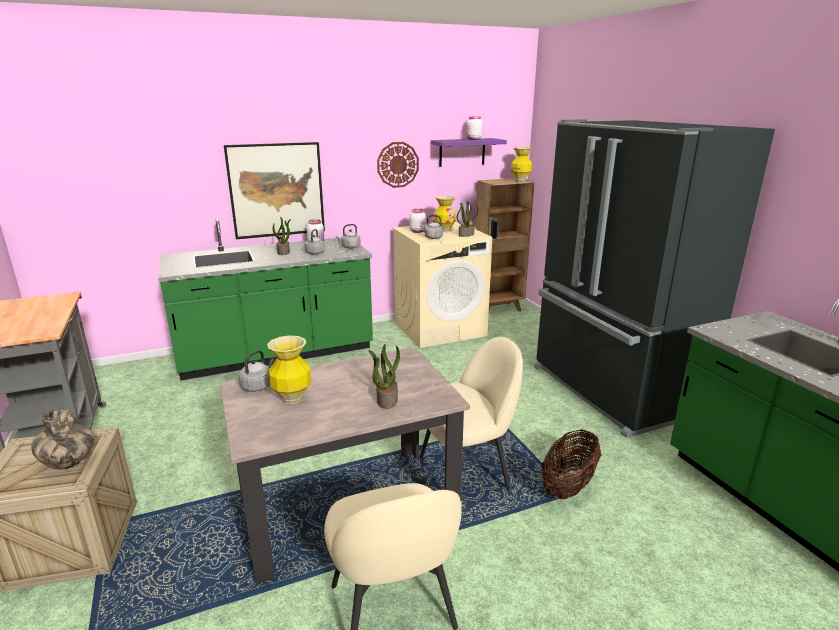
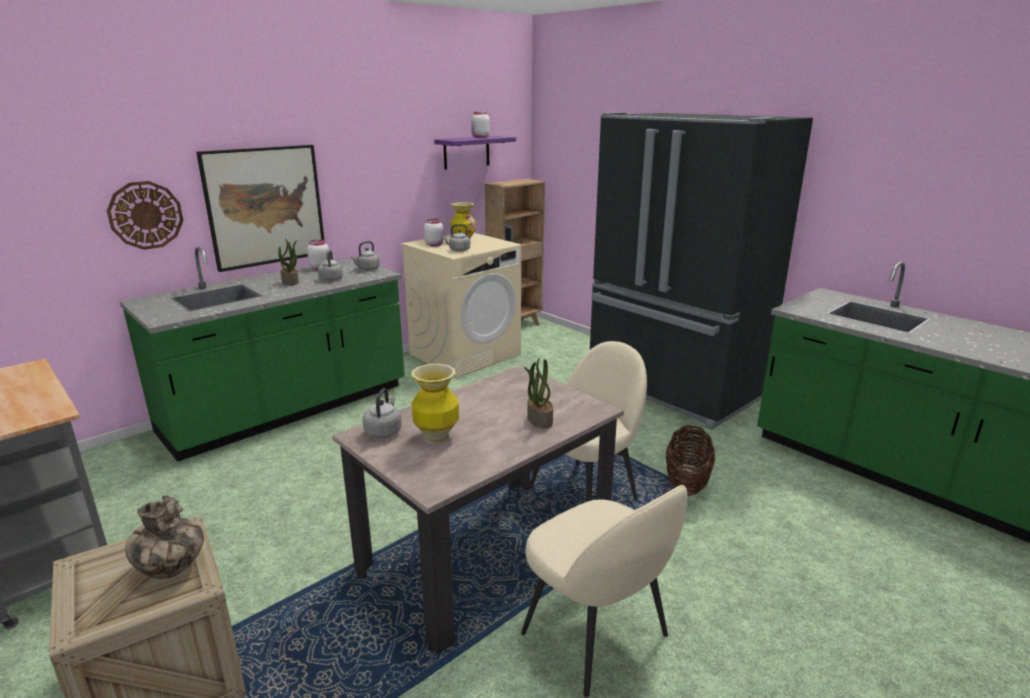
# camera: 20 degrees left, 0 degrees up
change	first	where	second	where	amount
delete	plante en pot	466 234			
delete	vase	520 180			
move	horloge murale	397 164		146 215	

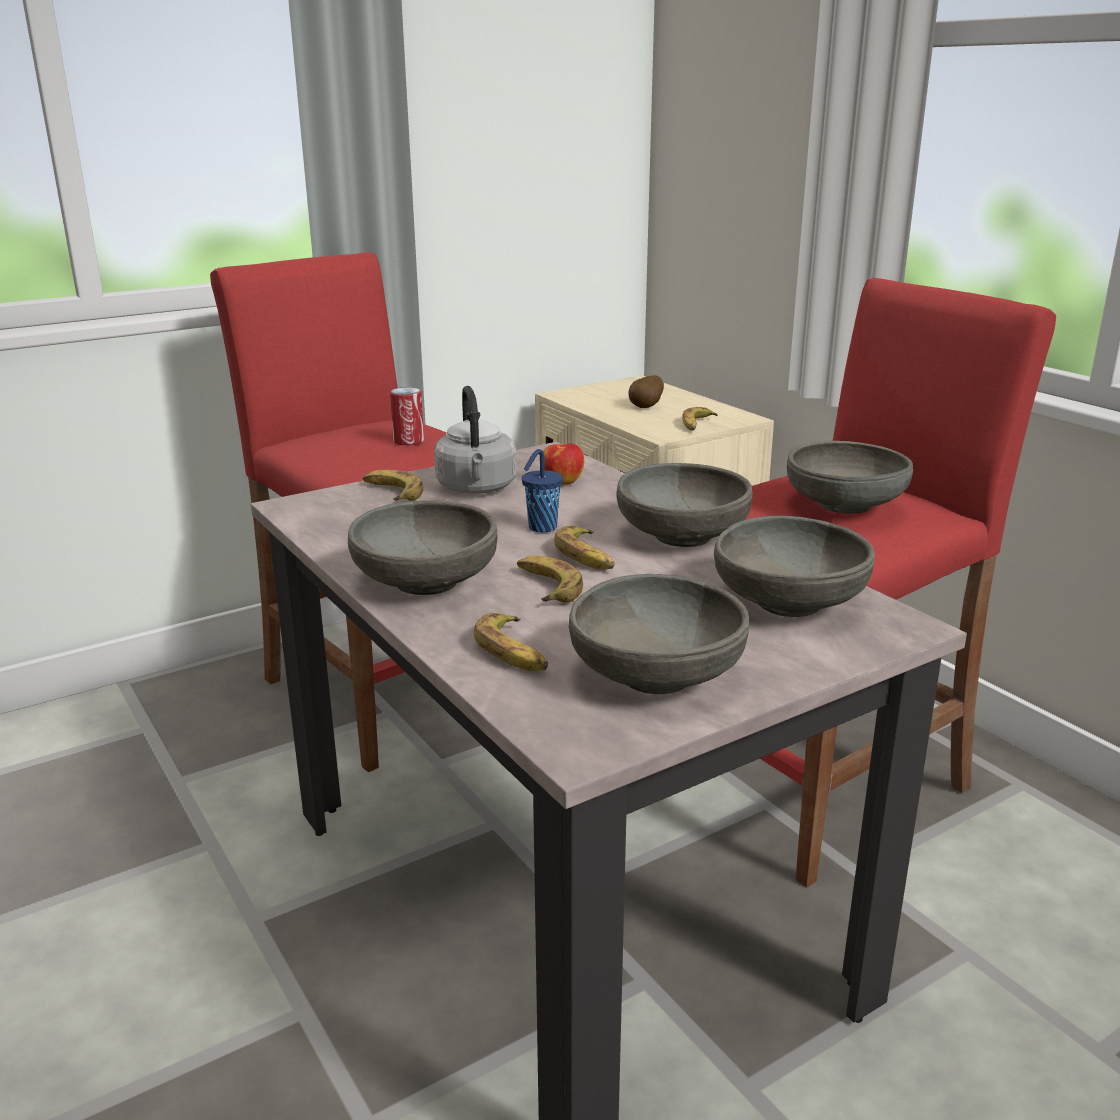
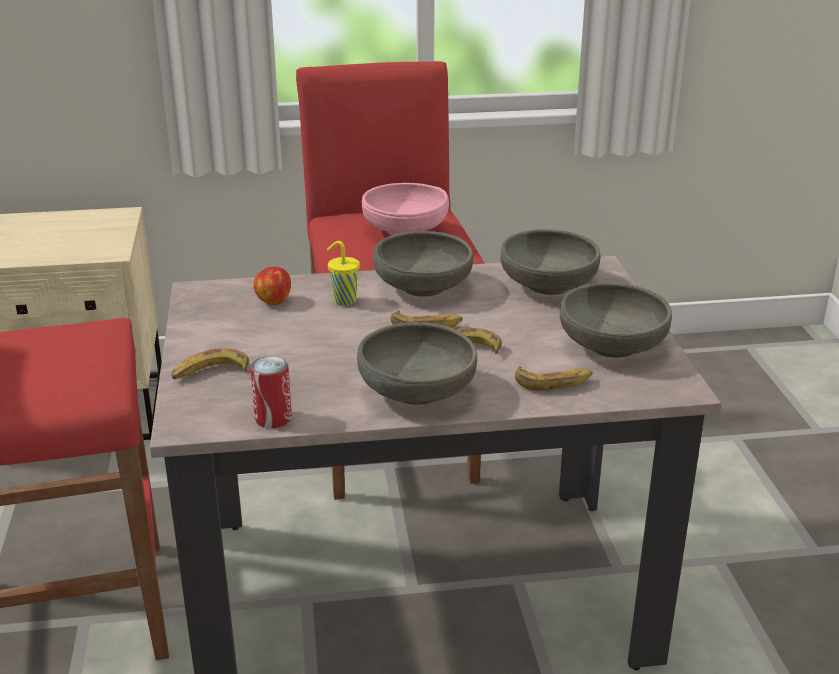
# camera: 65 degrees left, 5 degrees up
change	first	where	second	where	amount
delete	bouilloire [gris]	477 489			
delete	tasse [bleu]	541 528			
delete	pomme de terre	647 407			
delete	banane	697 424			
insert			tasse [jaune]	343 301	
move	boîte métallique	408 441		273 418	
recolor	bol [gris]	844 505	bol [rose]	405 230	

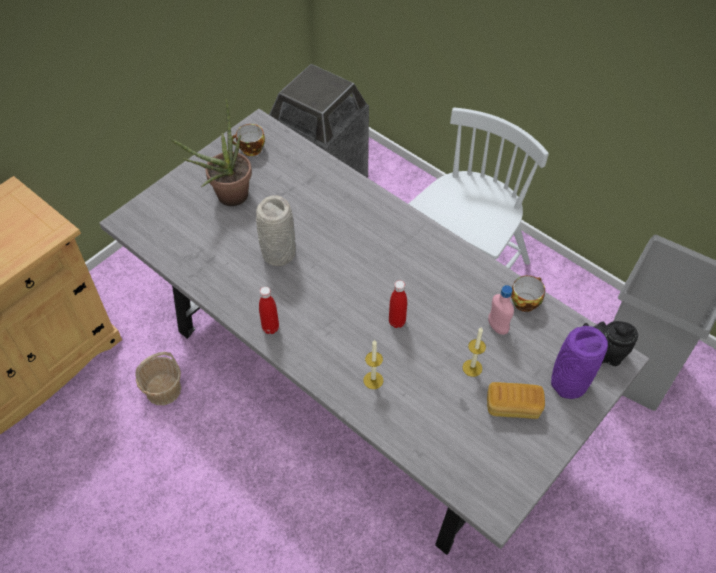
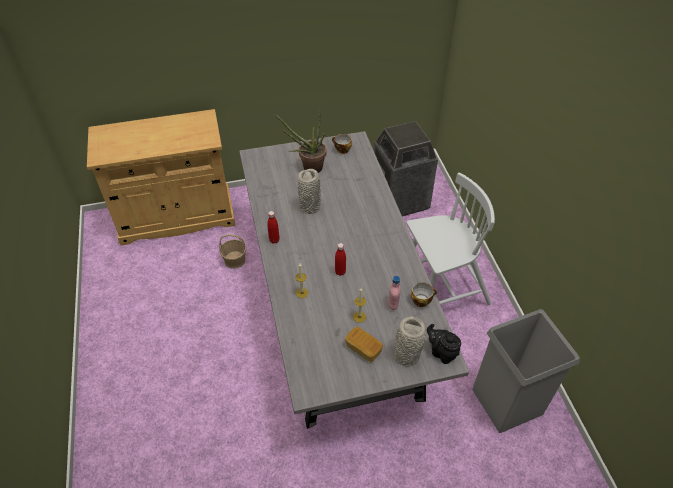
# camera: 35 degrees right, 5 degrees down
change	first	where	second	where	amount
recolor	vase [violet]	567 383	vase [gris]	406 355	

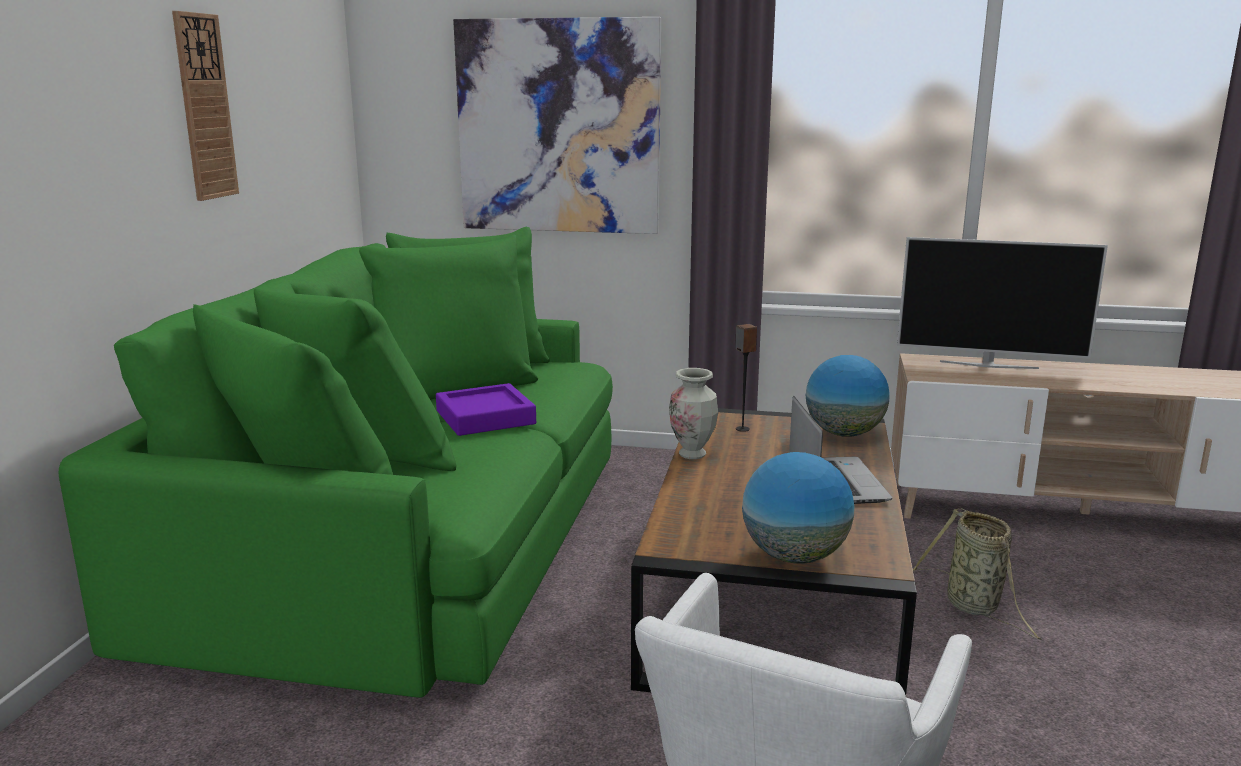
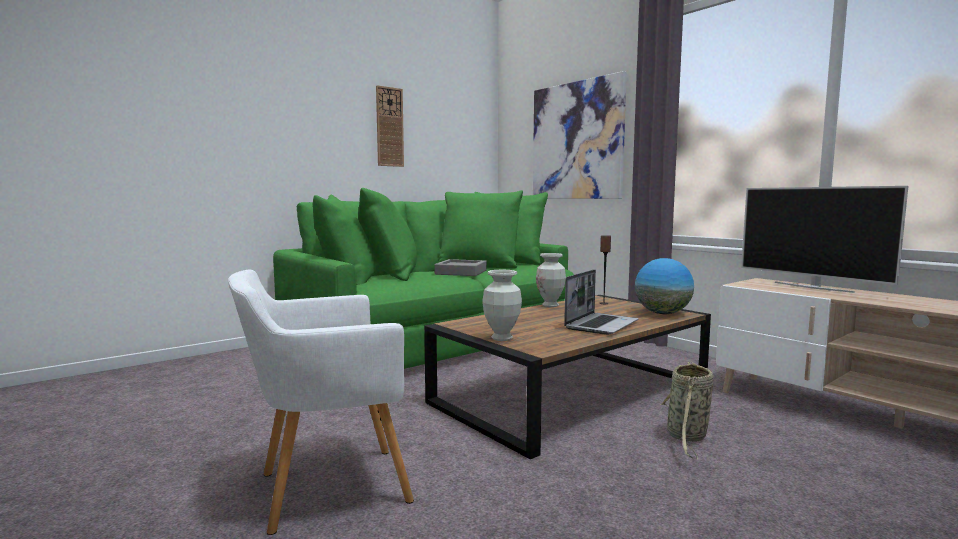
# camera: 40 degrees right, 10 degrees down
change	first	where	second	where	amount
replace	globe	794 557	vase	501 338	
recolor	plateau [violet]	485 417	plateau [gris]	461 272	

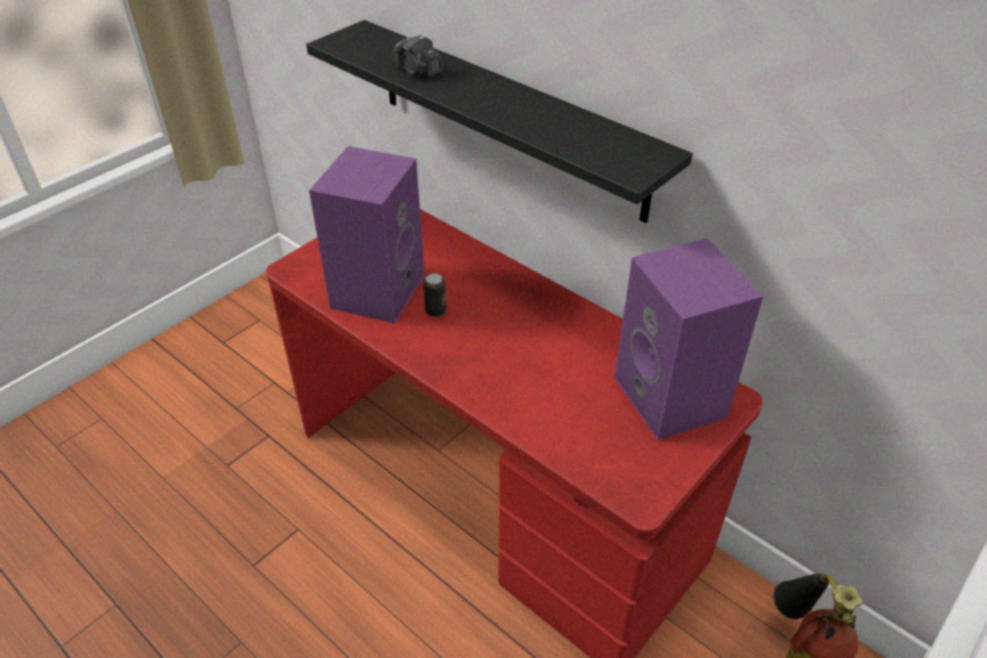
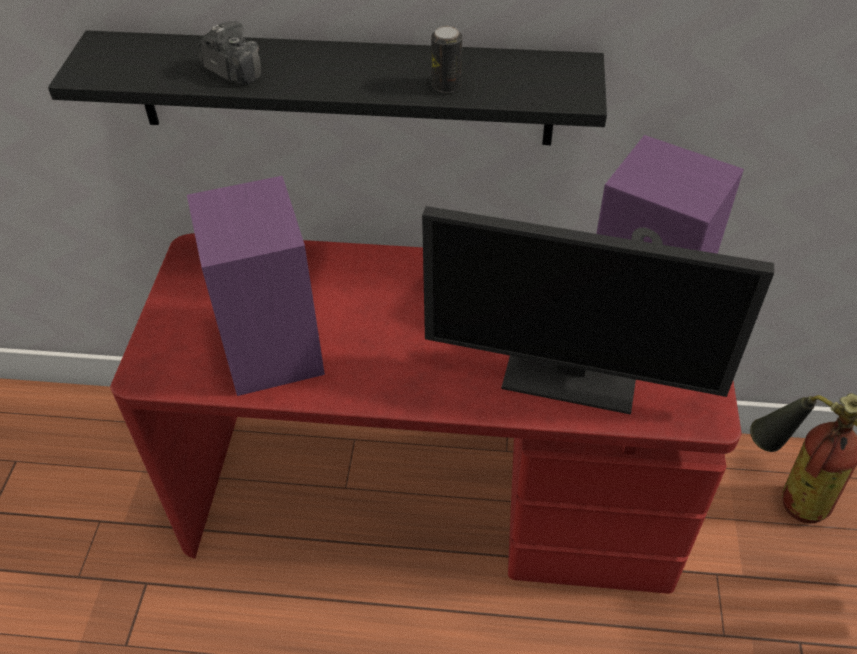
# camera: 35 degrees left, 5 degrees up
change	first	where	second	where	amount
insert			écran d'ordinateur	572 371	
move	boîte métallique	436 311		446 85	
rotate	appareil photo	418 71		232 71	150 degrees counterclockwise

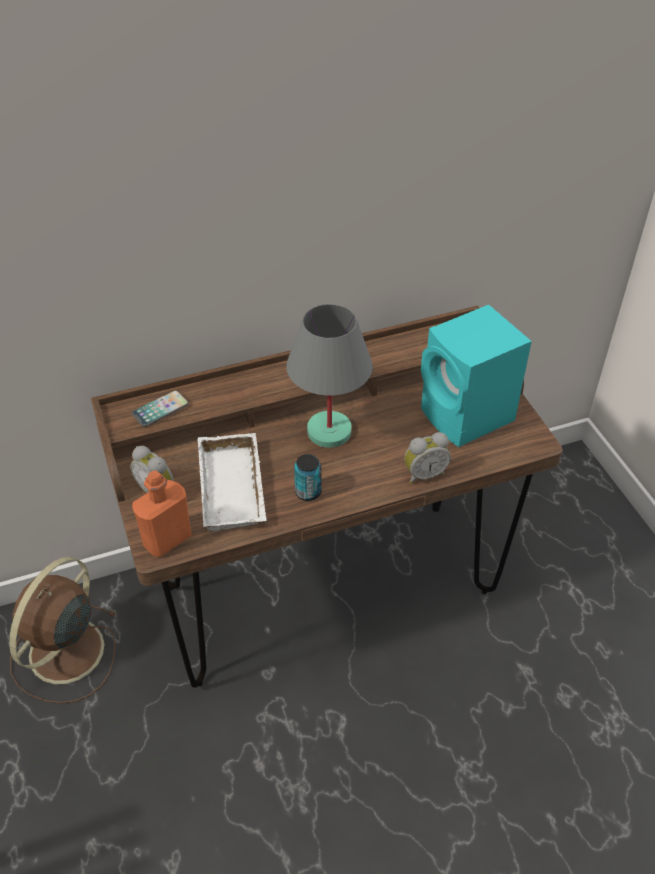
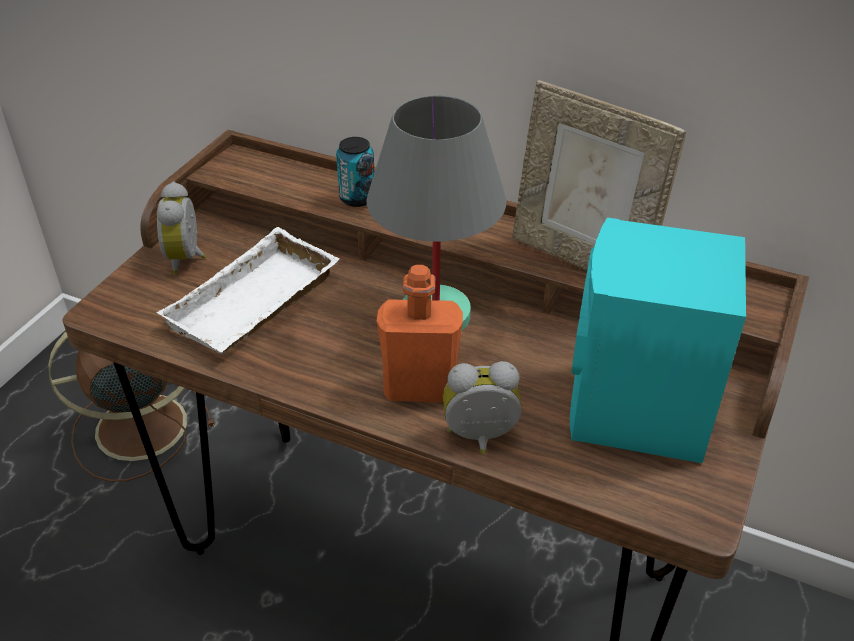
# camera: 45 degrees right, 5 degrees down
change	first	where	second	where	amount
delete	téléphone	160 409			
insert			cadre photo	581 259	
move	bouteille [orange]	167 539		420 389	
move	boîte métallique	308 492		357 198	
rotate	réveil	424 474		480 439	150 degrees clockwise

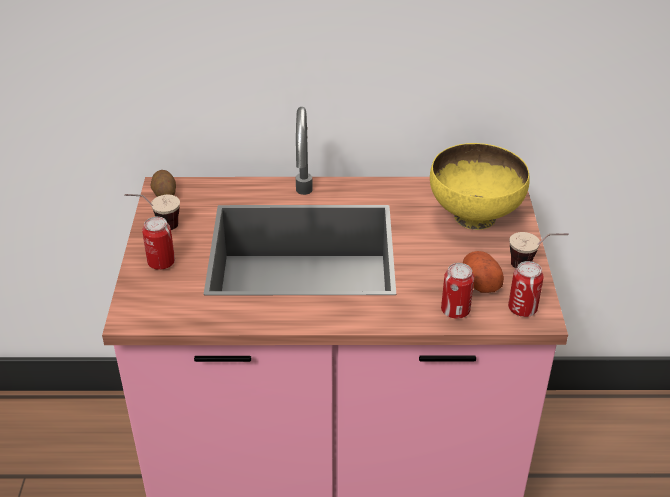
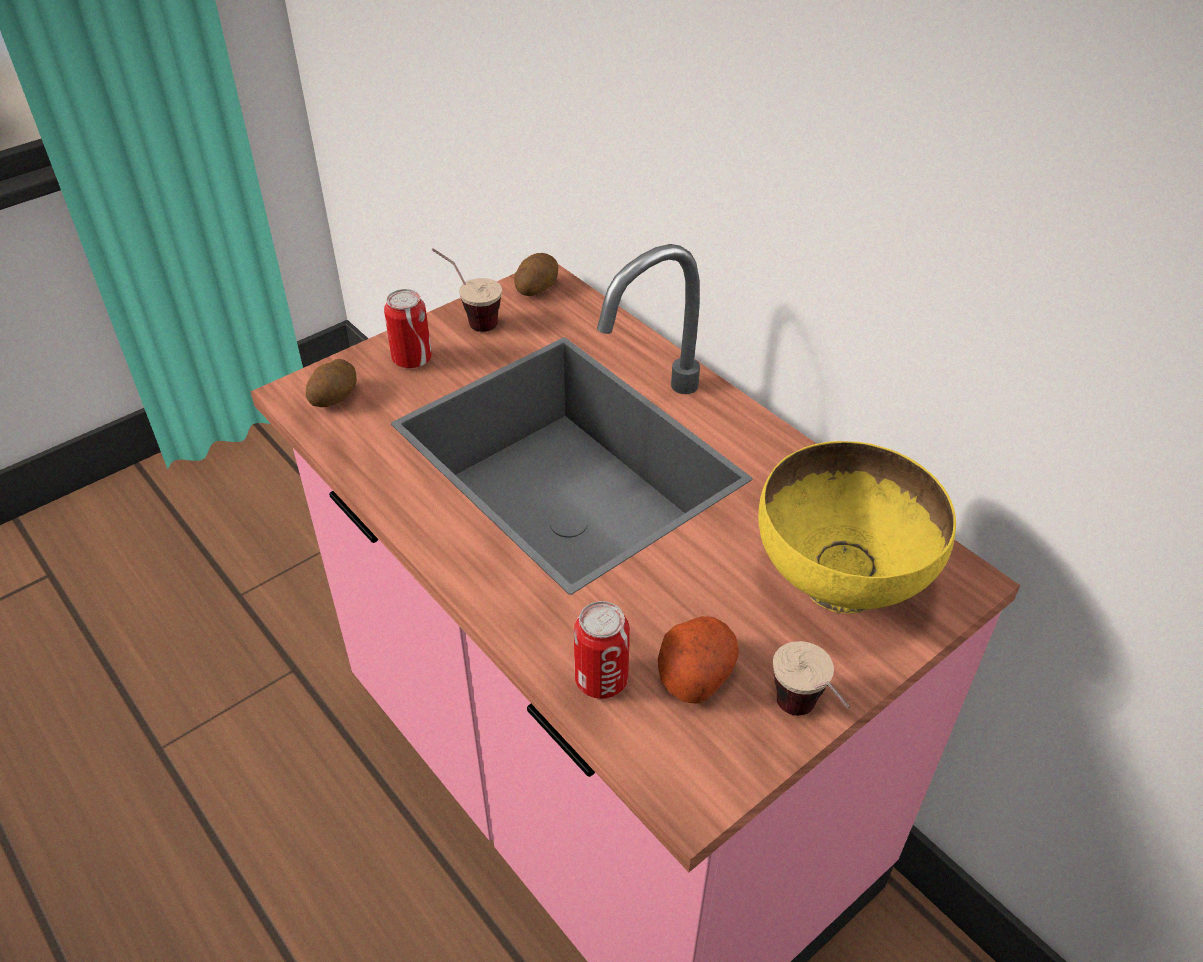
# camera: 50 degrees right, 5 degrees up
change	first	where	second	where	amount
delete	boîte métallique	522 309			
insert			pomme de terre	335 397	

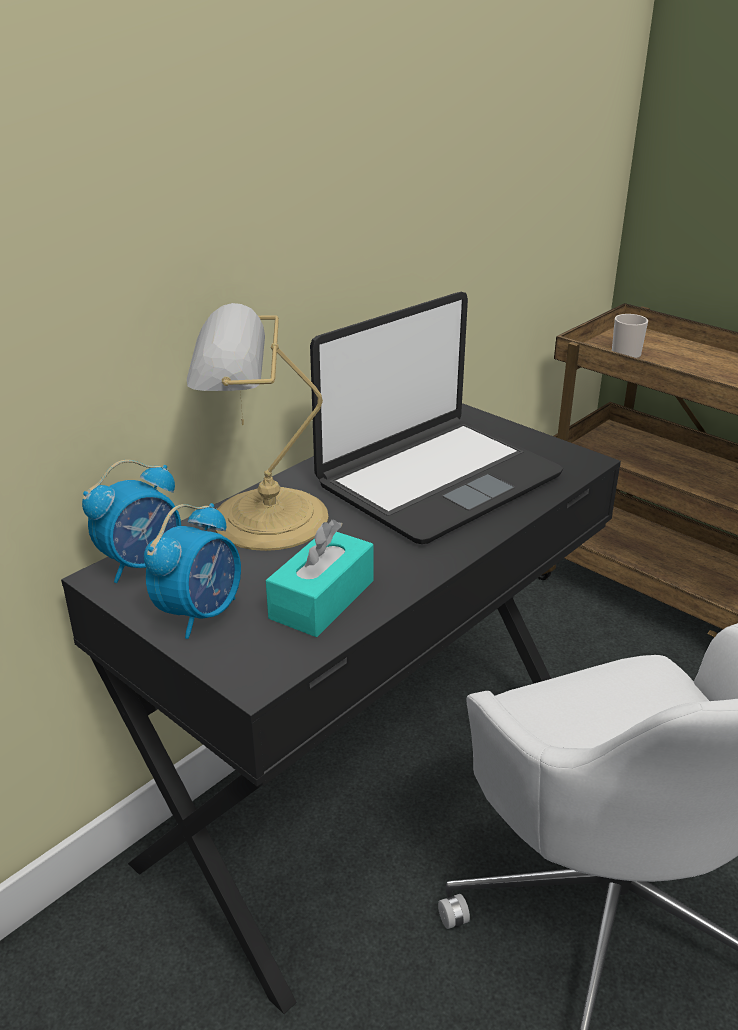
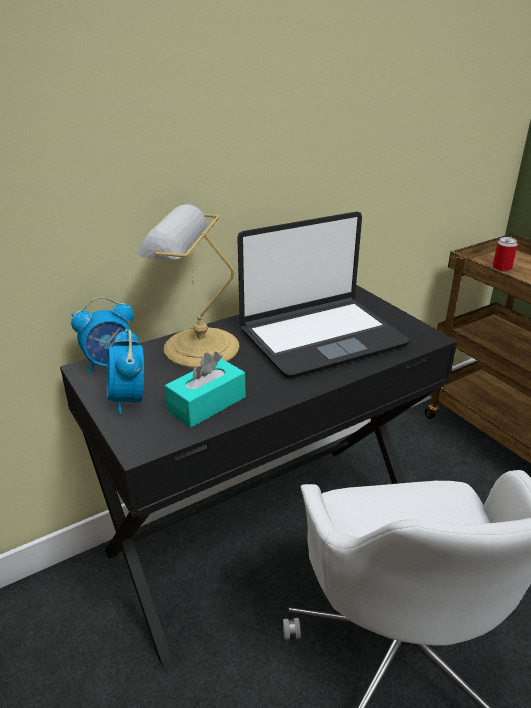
# camera: 15 degrees right, 0 degrees up
change	first	where	second	where	amount
replace	mug	626 353	boîte métallique	501 268	
rotate	réveil	201 613		128 400	120 degrees clockwise

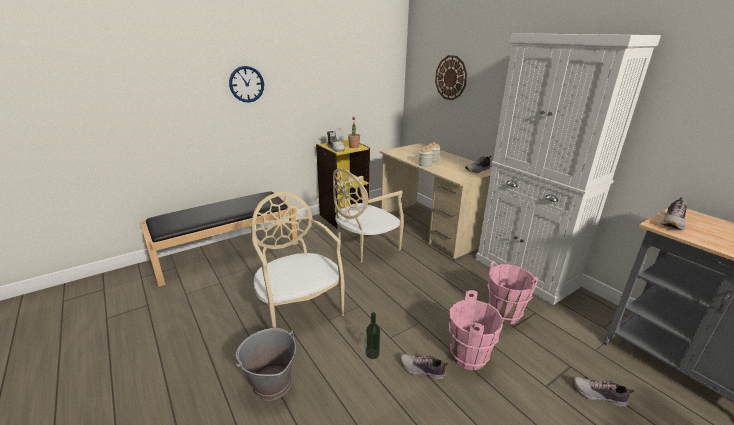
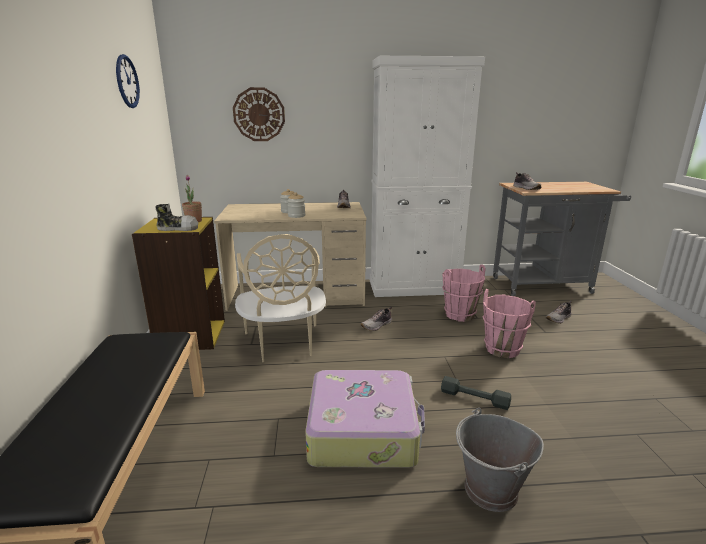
# camera: 60 degrees left, 5 degrees down
change	first	where	second	where	amount
move	horloge murale	246 84		127 81	
move	chaussure	422 370		377 325	
replace	chaise [beige]	299 309	valise	363 430	
replace	bouteille	372 353	haltère [gris]	474 398	

